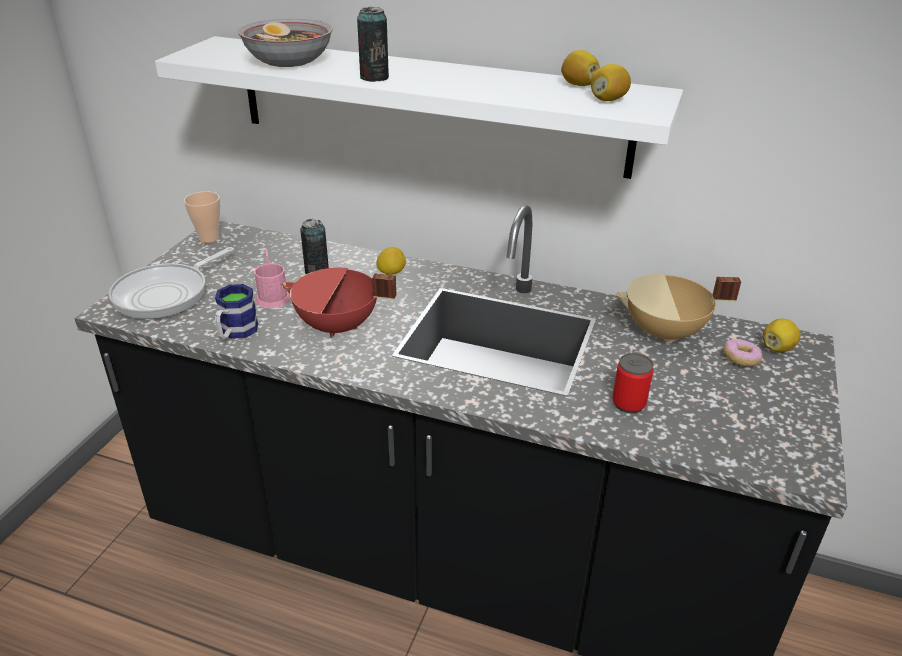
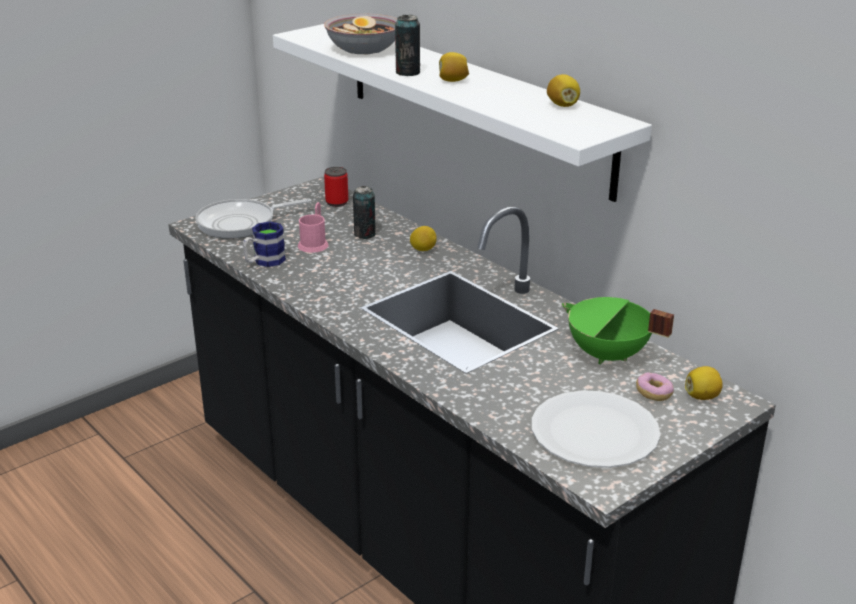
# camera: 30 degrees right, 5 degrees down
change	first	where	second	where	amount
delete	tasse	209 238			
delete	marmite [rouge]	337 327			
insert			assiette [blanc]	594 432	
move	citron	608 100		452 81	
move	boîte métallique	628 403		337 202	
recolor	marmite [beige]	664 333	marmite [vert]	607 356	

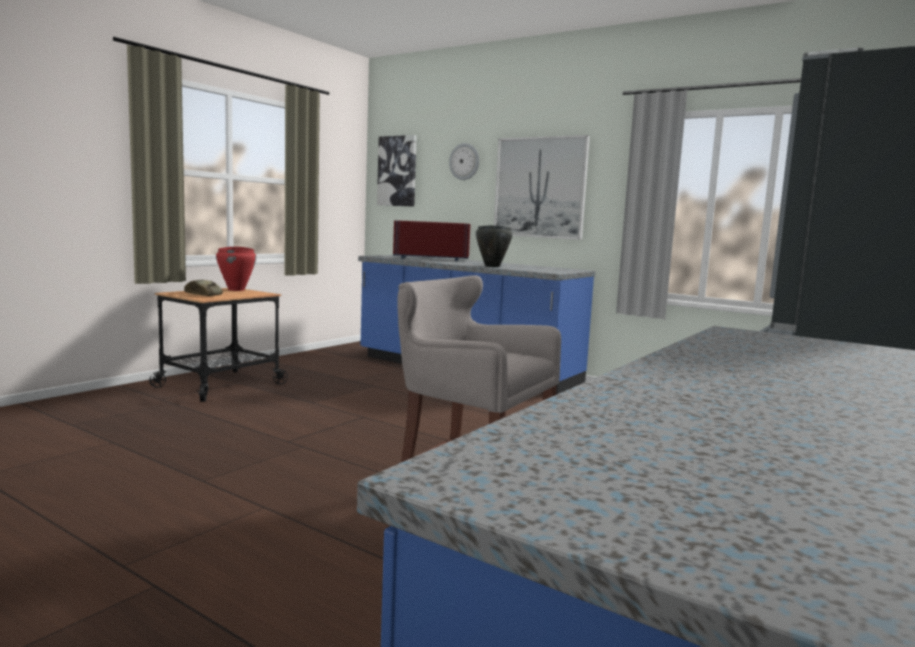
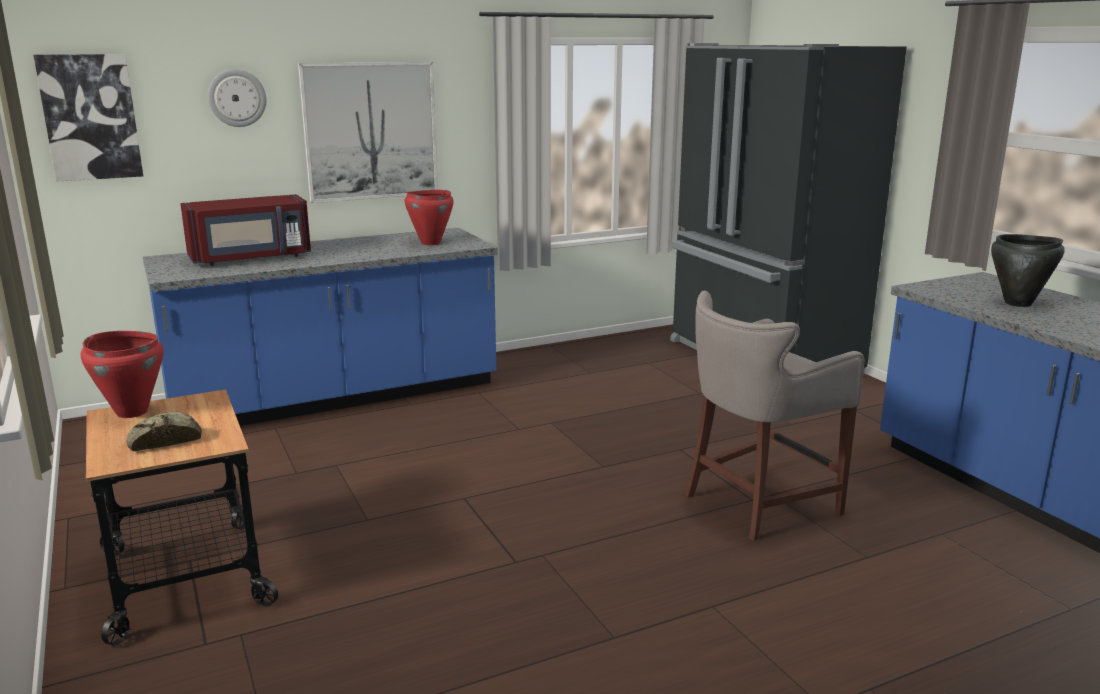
# camera: 60 degrees left, 10 degrees up
change	first	where	second	where	amount
insert			marmite [rouge]	430 243	
move	marmite [noir]	492 266		1018 303	
rotate	micro-ondes [rouge]	431 259		251 258	150 degrees counterclockwise

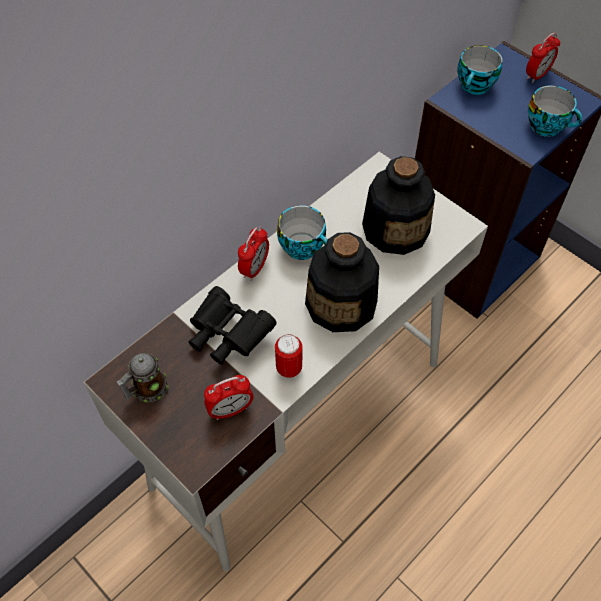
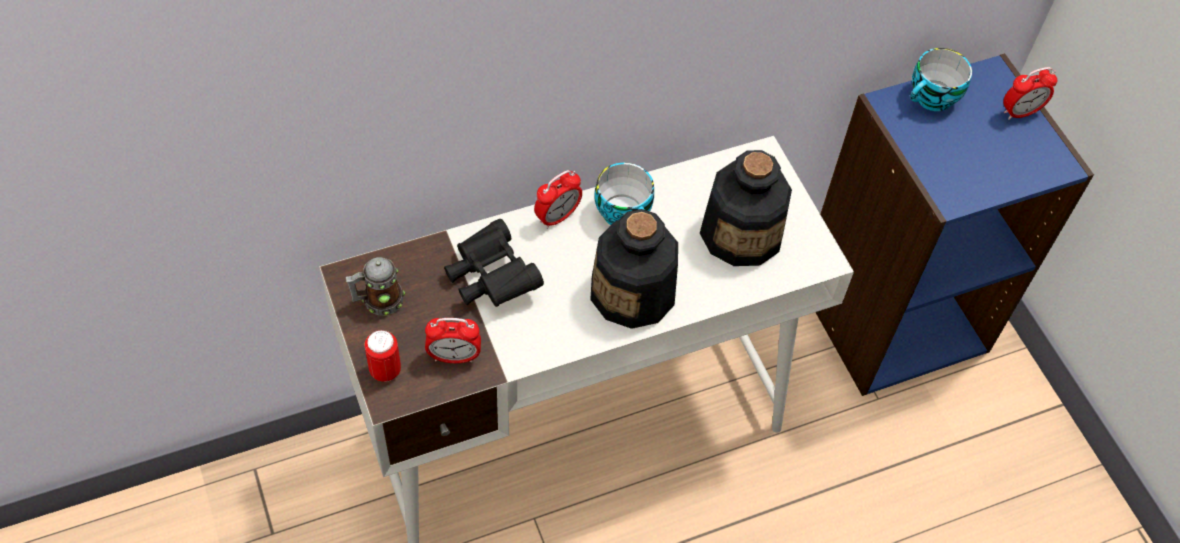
# camera: 20 degrees right, 0 degrees up
change	first	where	second	where	amount
delete	tasse	548 126			
move	boîte métallique	289 368		385 371	

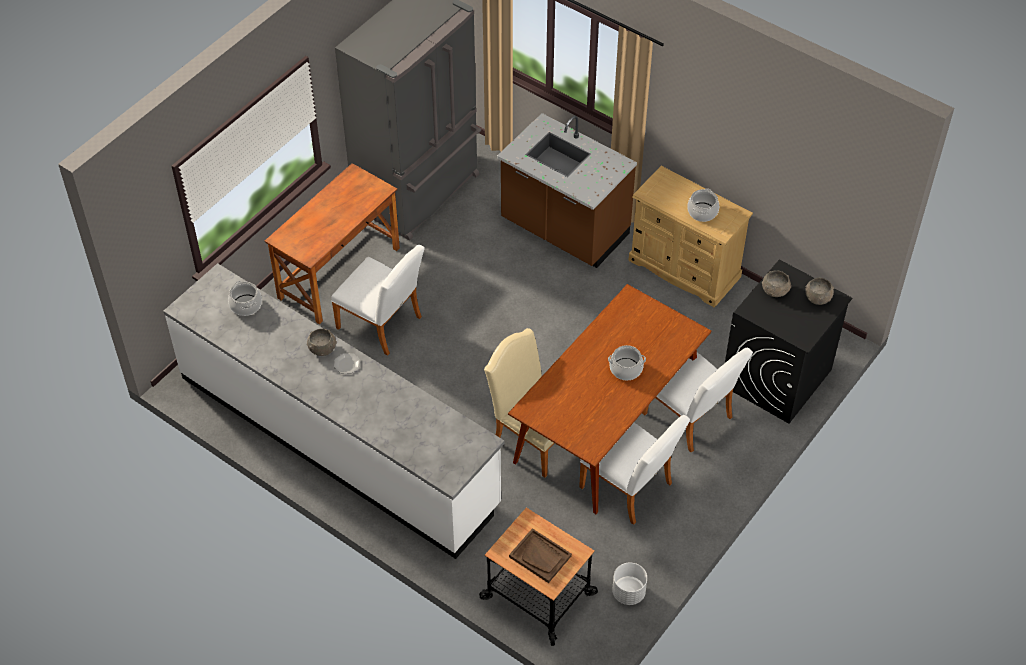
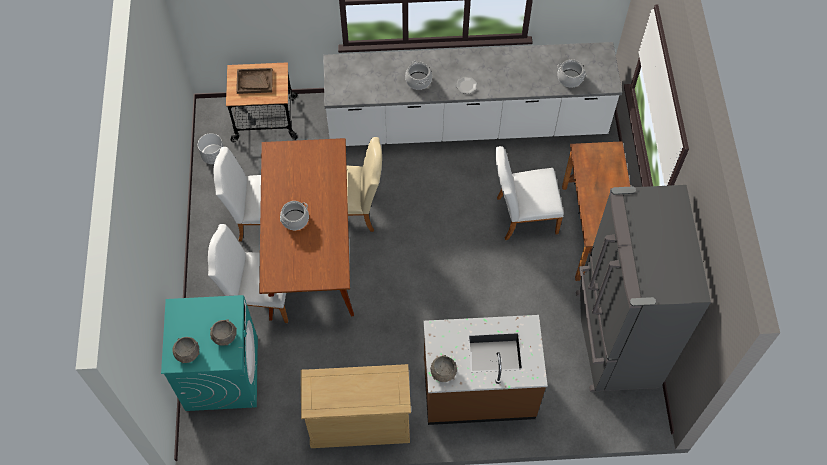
# camera: 140 degrees right, 10 degrees up
change	first	where	second	where	amount
move	bol [gris]	322 348		443 373	
move	marmite	702 212		418 80	
recolor	lave-linge [noir]	776 378	lave-linge [turquoise]	222 373	

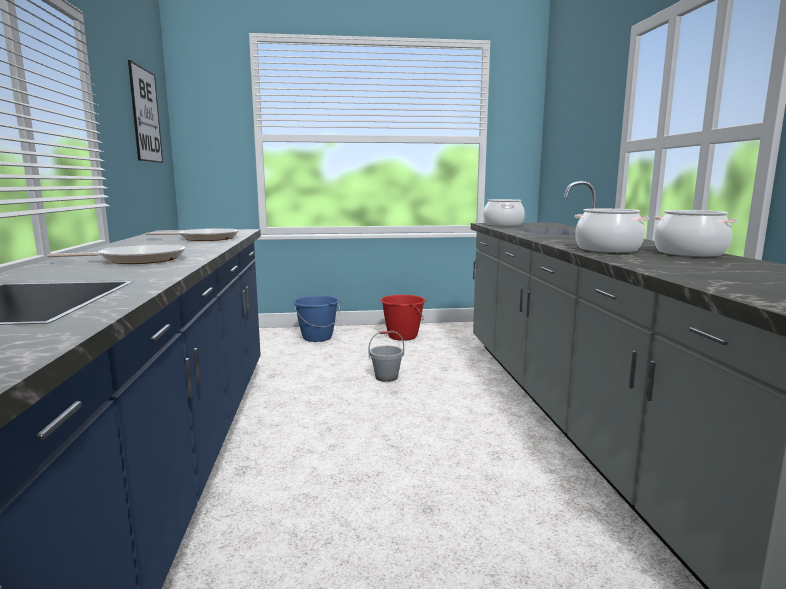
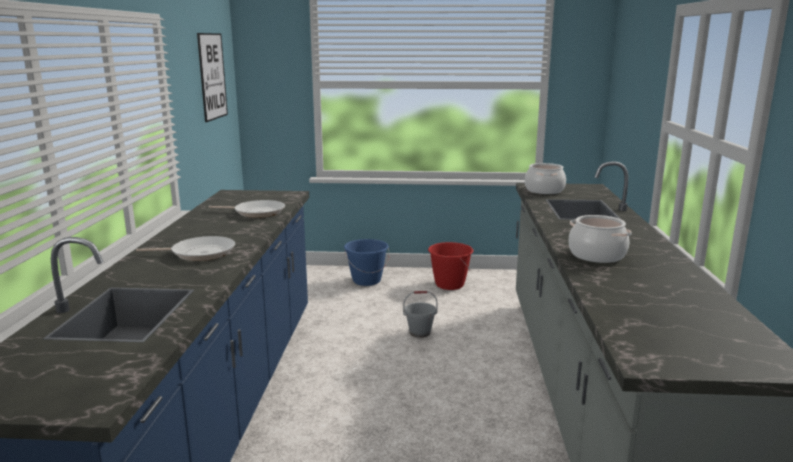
# camera: 10 degrees right, 5 degrees up
change	first	where	second	where	amount
delete	marmite	690 253			

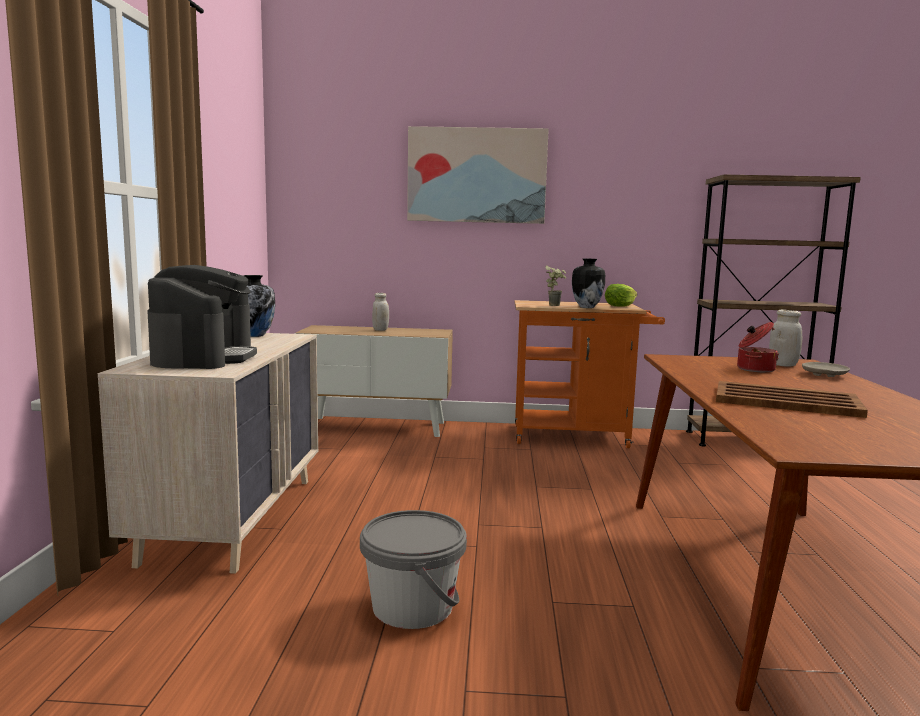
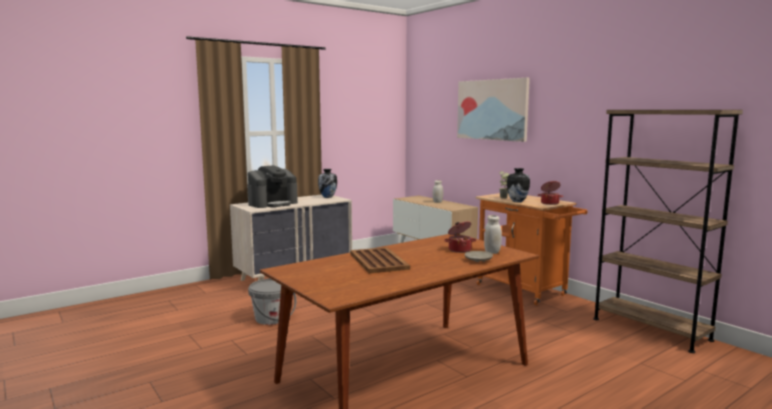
# camera: 50 degrees right, 0 degrees up
change	first	where	second	where	amount
replace	laitue	620 306	marmite	549 203	

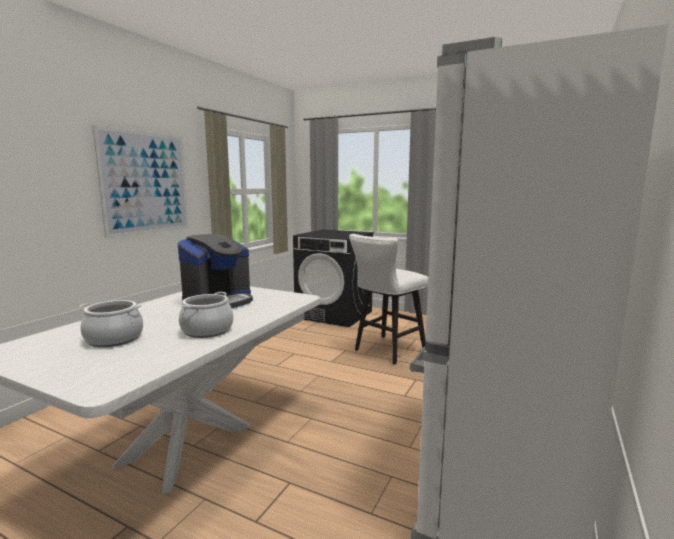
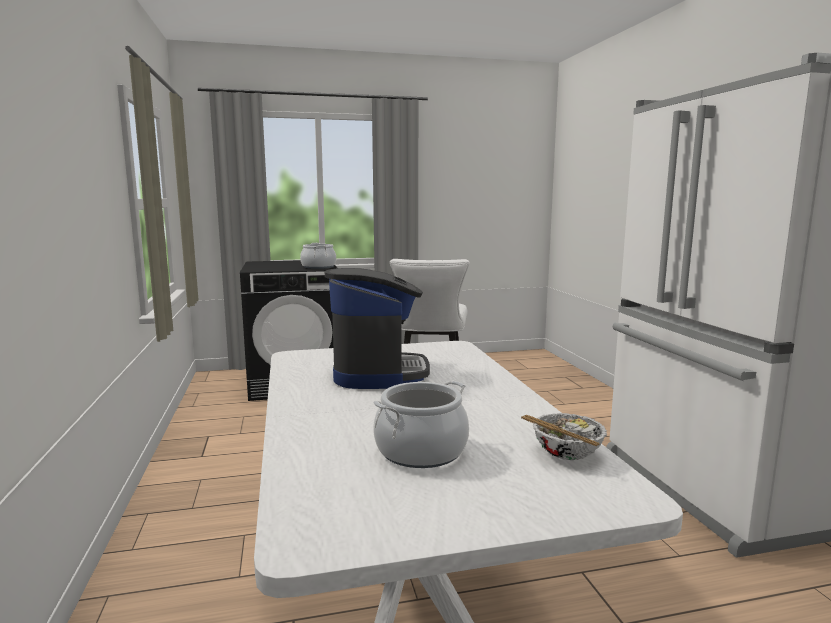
# camera: 40 degrees left, 0 degrees up
change	first	where	second	where	amount
delete	tableau	146 183			
insert			bol	566 454	
move	marmite	207 330		318 267	

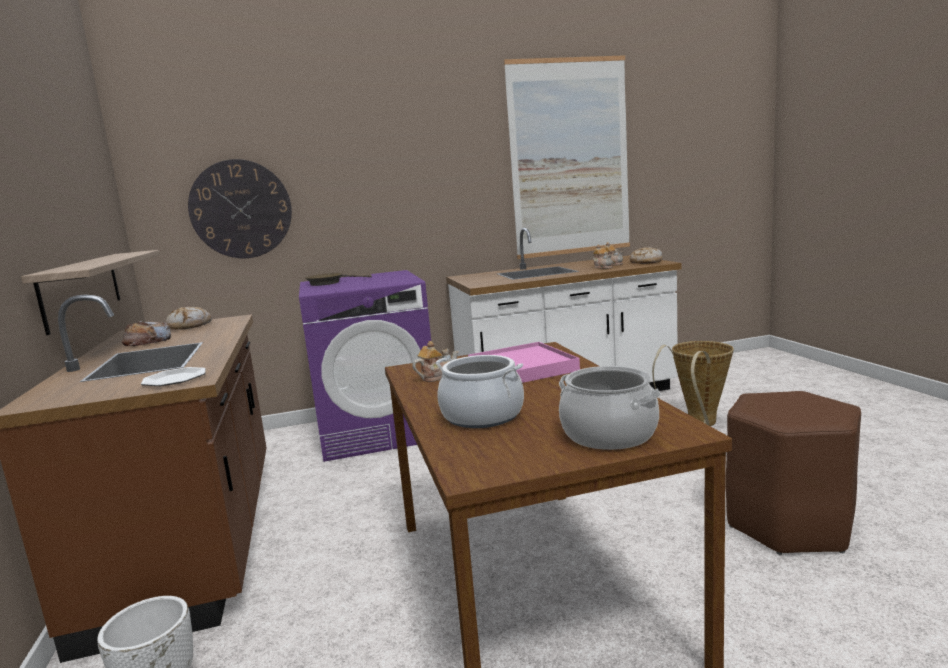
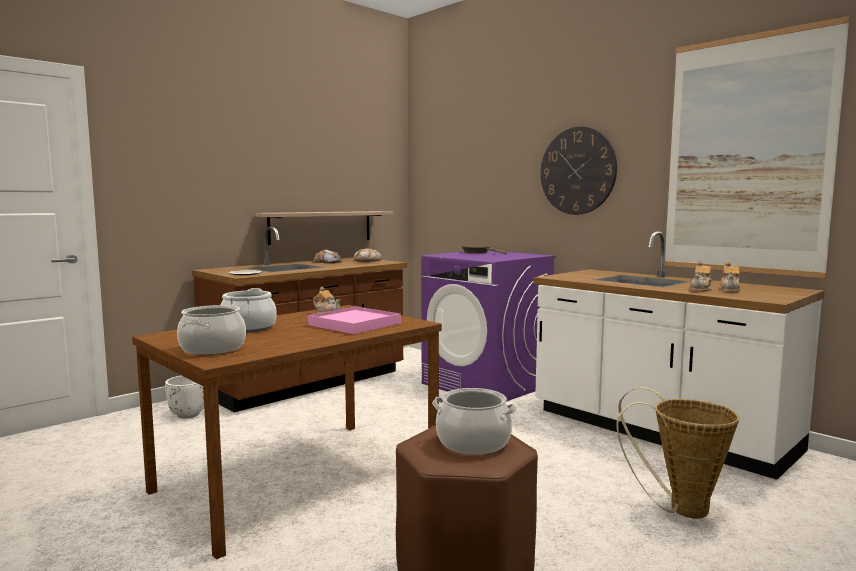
# camera: 60 degrees right, 5 degrees down
change	first	where	second	where	amount
delete	pain	645 262			
insert			marmite	473 442	
move	horloge murale	241 209		577 171	

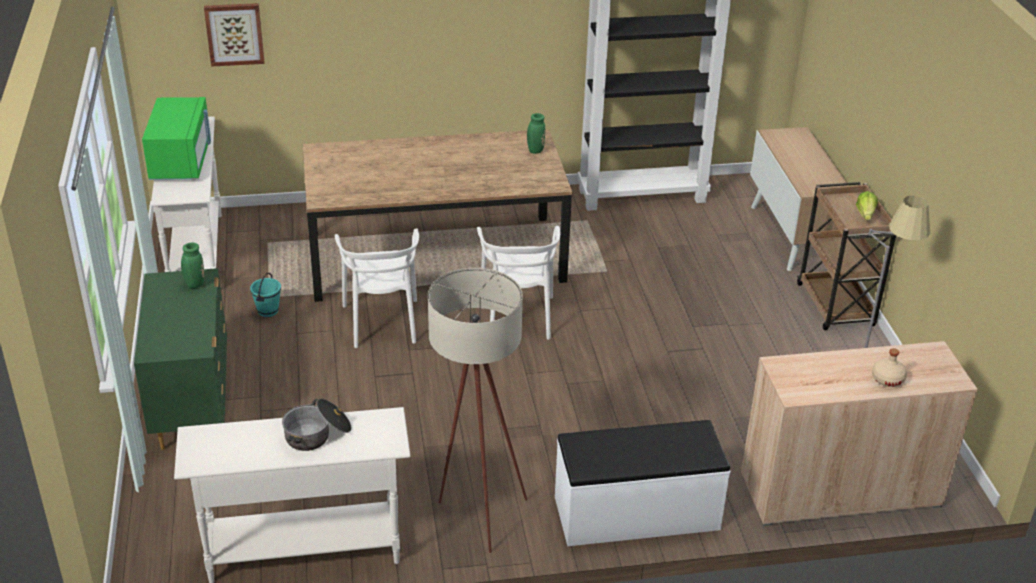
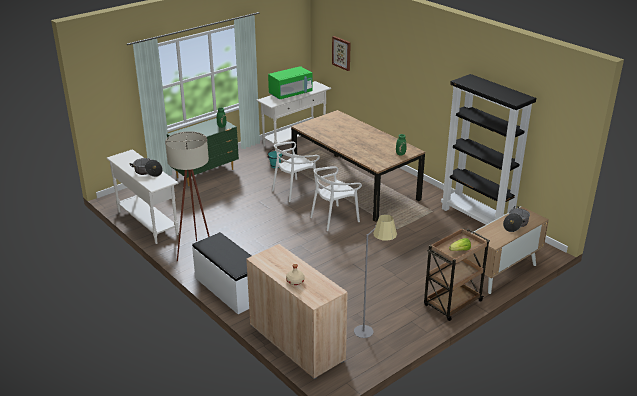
# camera: 60 degrees right, 5 degrees down
change	first	where	second	where	amount
insert			marmite	515 224	

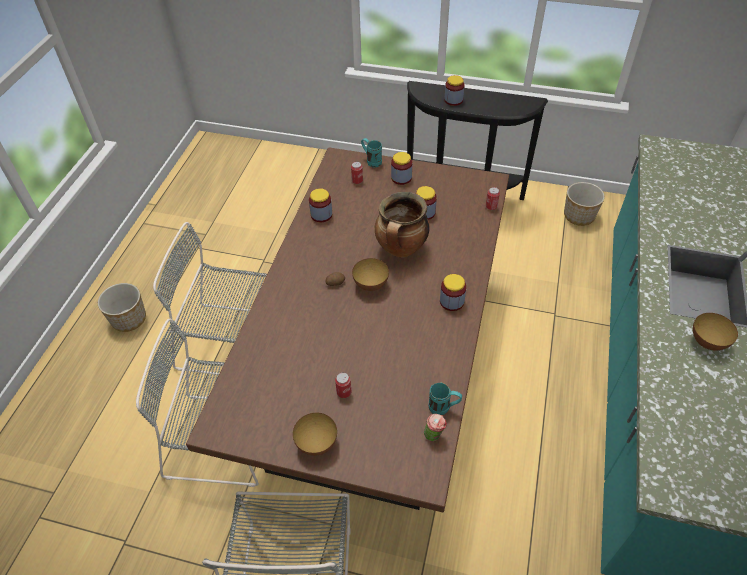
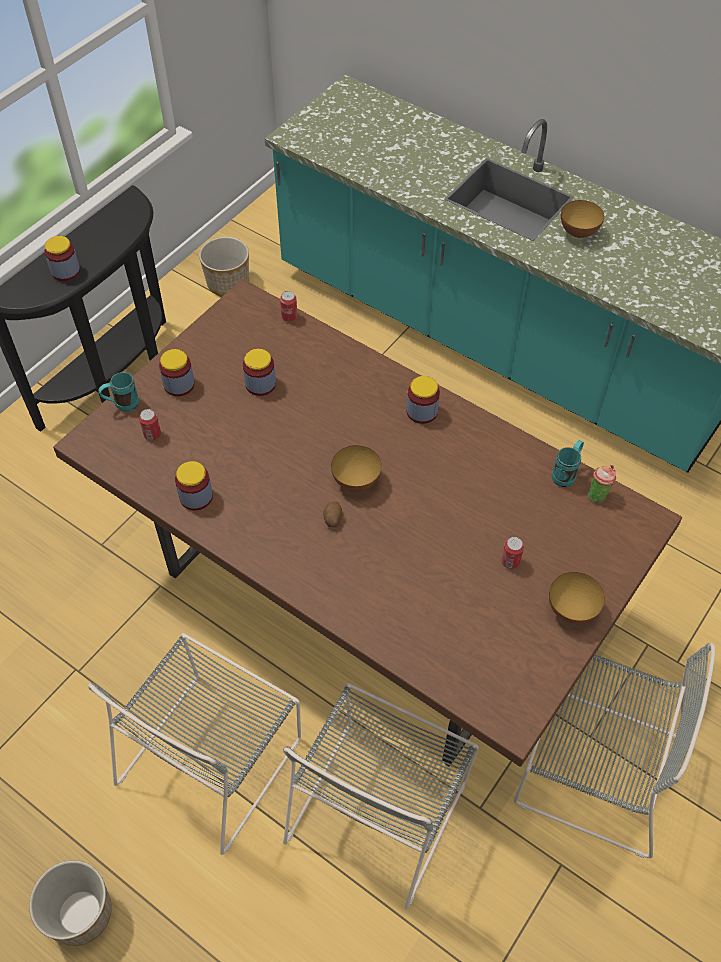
# camera: 70 degrees left, 5 degrees up
change	first	where	second	where	amount
delete	marmite	401 250			

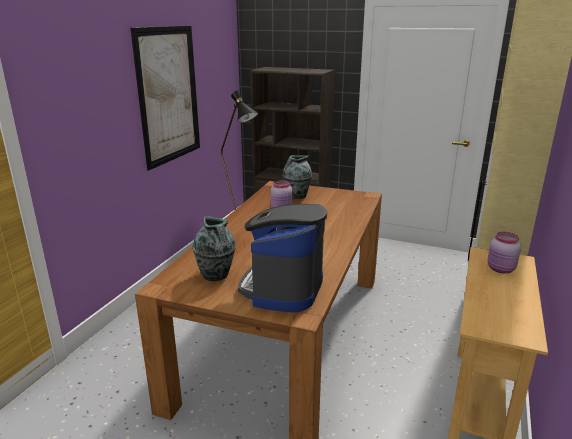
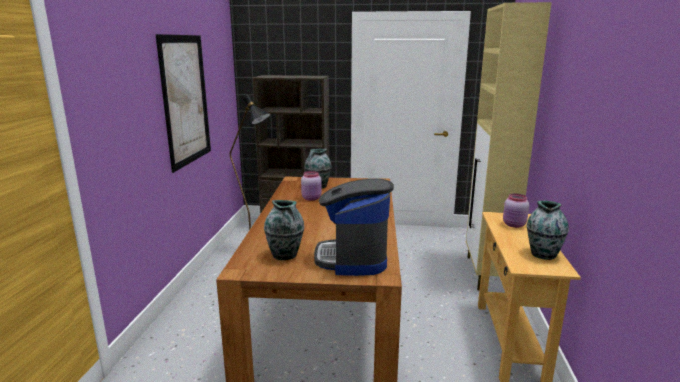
# camera: 15 degrees left, 5 degrees down
change	first	where	second	where	amount
insert			vase	543 254	

